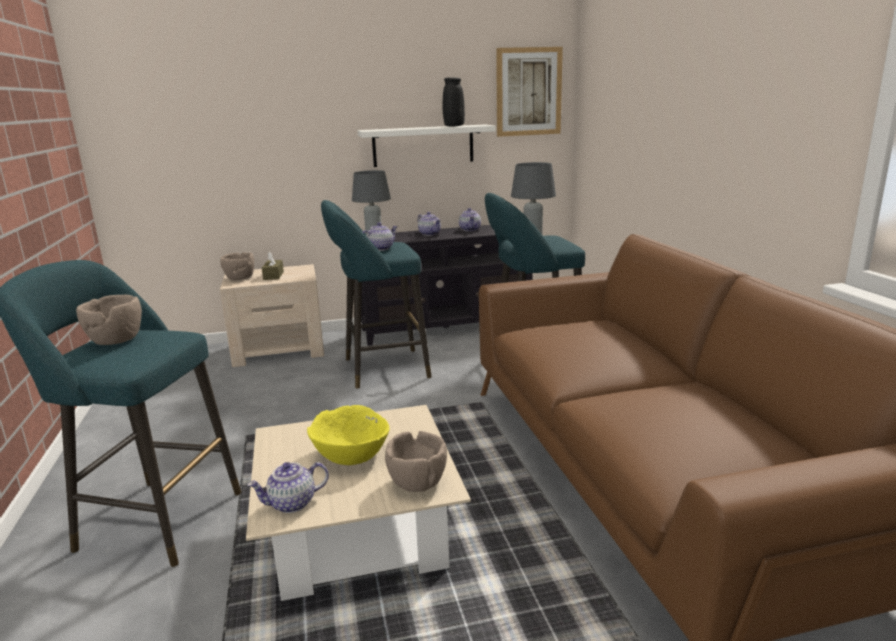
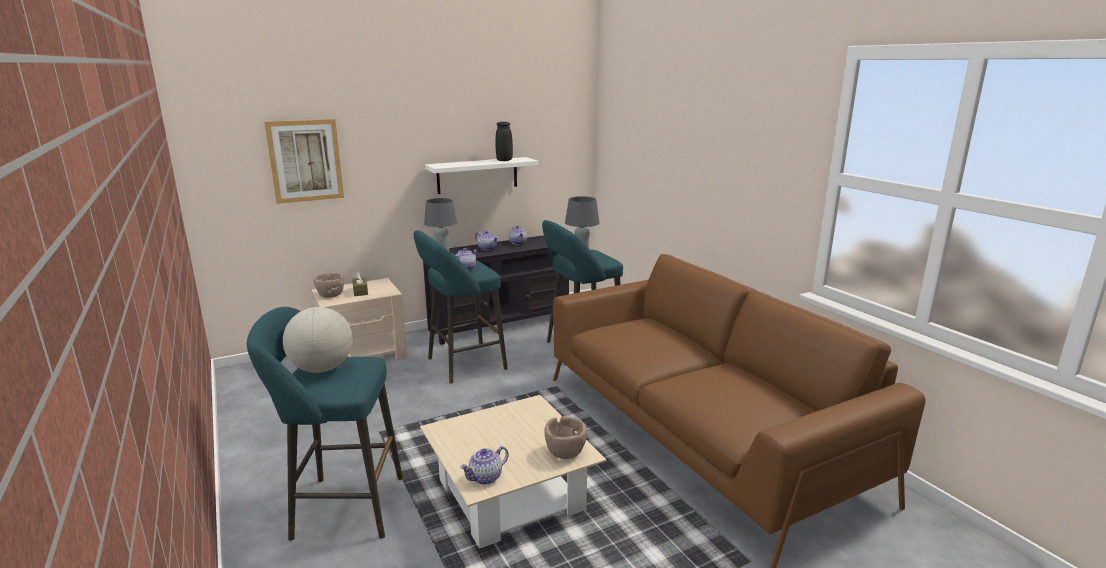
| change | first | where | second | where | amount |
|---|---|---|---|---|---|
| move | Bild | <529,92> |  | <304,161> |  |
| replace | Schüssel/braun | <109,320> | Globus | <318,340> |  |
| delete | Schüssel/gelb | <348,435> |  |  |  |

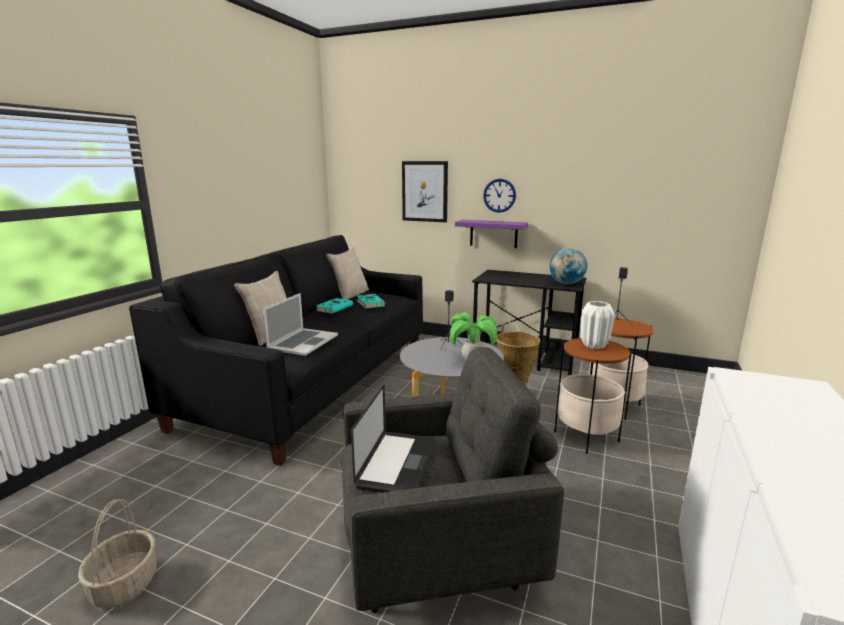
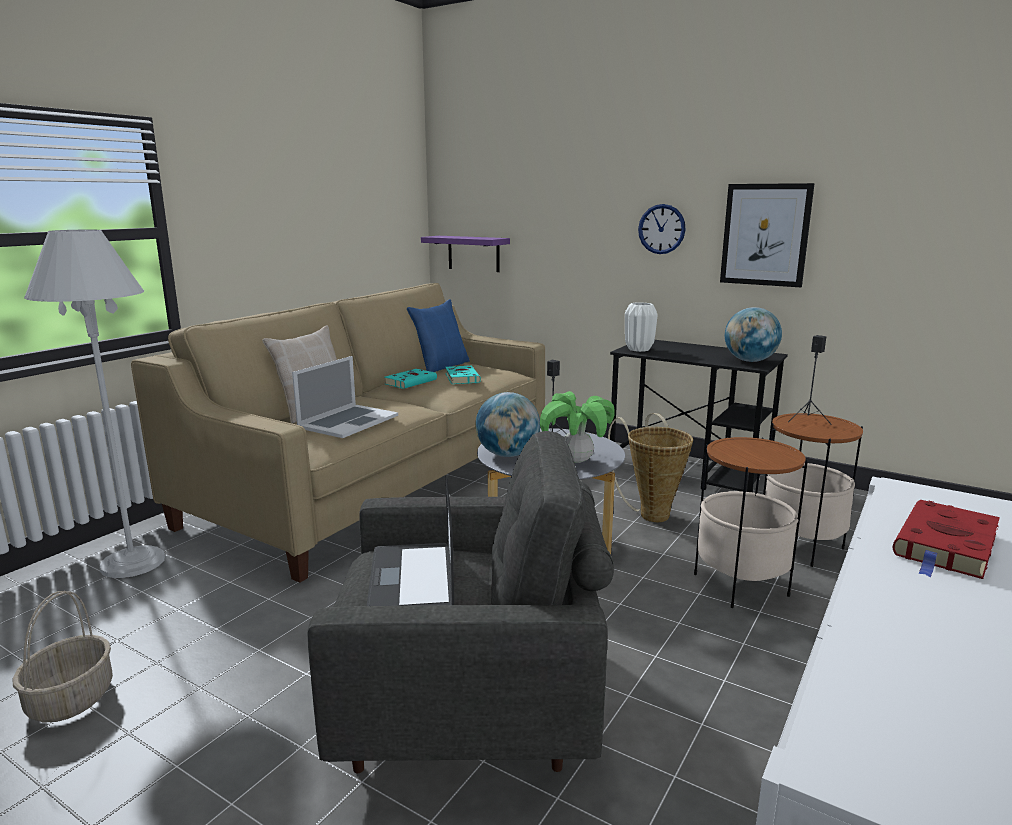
| change | first | where | second | where | amount |
|---|---|---|---|---|---|
| insert |  |  | Stehlampe/weiß | <94,404> |  |
| recolor | Sofa/schwarz | <276,350> | Sofa/beige | <338,433> |  |
| rotate | Laptop | <393,439> |  | <410,541> | 150 degrees clockwise |
| recolor | Kissen/beige | <347,273> | Kissen/blau | <438,335> |  |
| move | Wandregal/lila | <491,234> |  | <465,254> |  |
| insert |  |  | Globus | <507,424> |  |
| move | Vase/weiß | <597,325> |  | <641,327> |  |
| move | Bild | <425,191> |  | <767,235> |  |
| insert |  |  | Buch/rot | <946,539> |  |

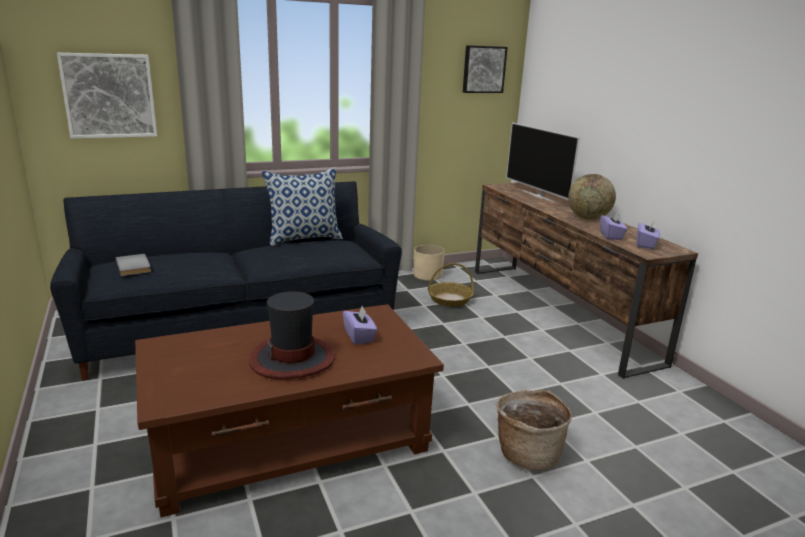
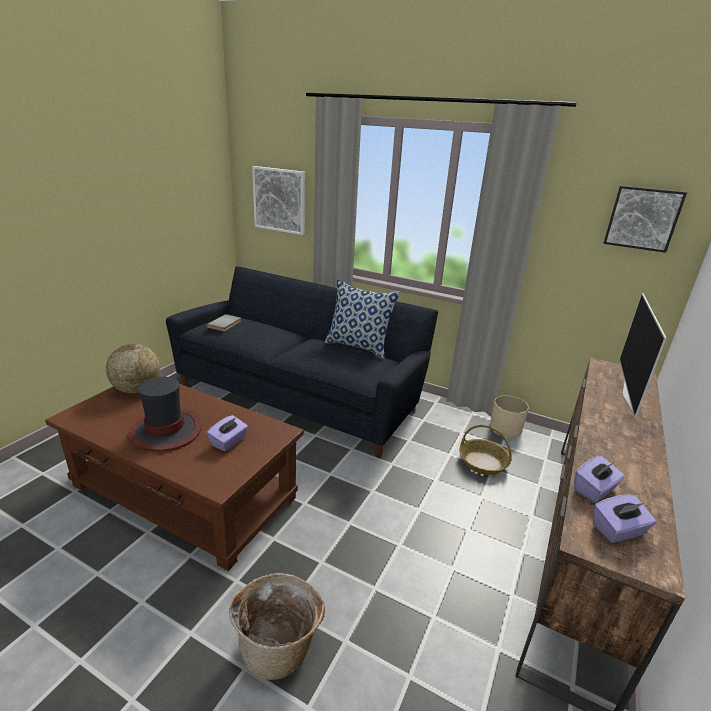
| change | first | where | second | where | amount |
|---|---|---|---|---|---|
| move | Globus | <592,197> |  | <133,368> |  |

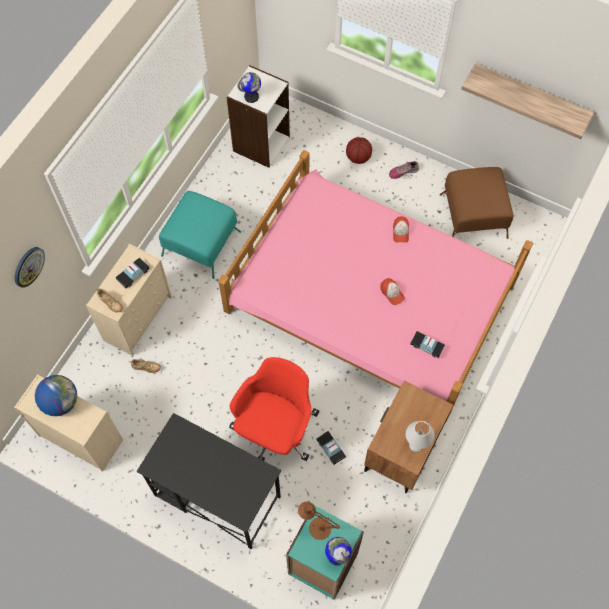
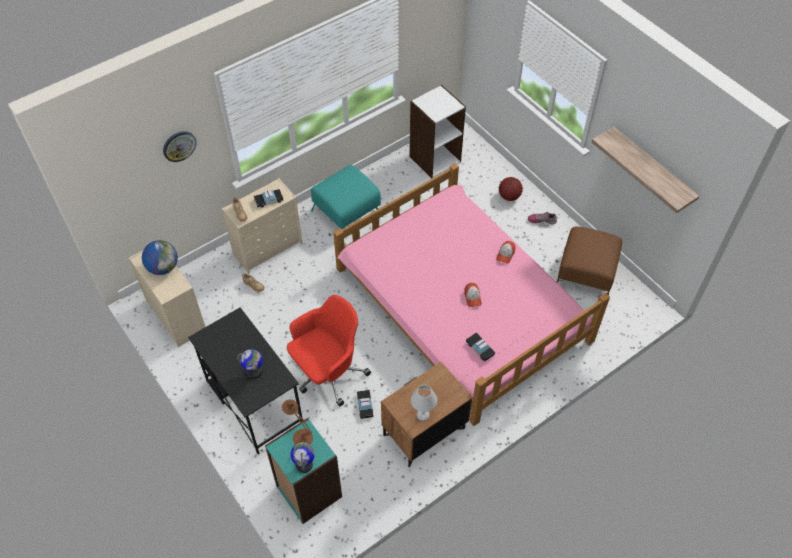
| change | first | where | second | where | amount |
|---|---|---|---|---|---|
| move | Globus | <249,87> |  | <250,363> |  |

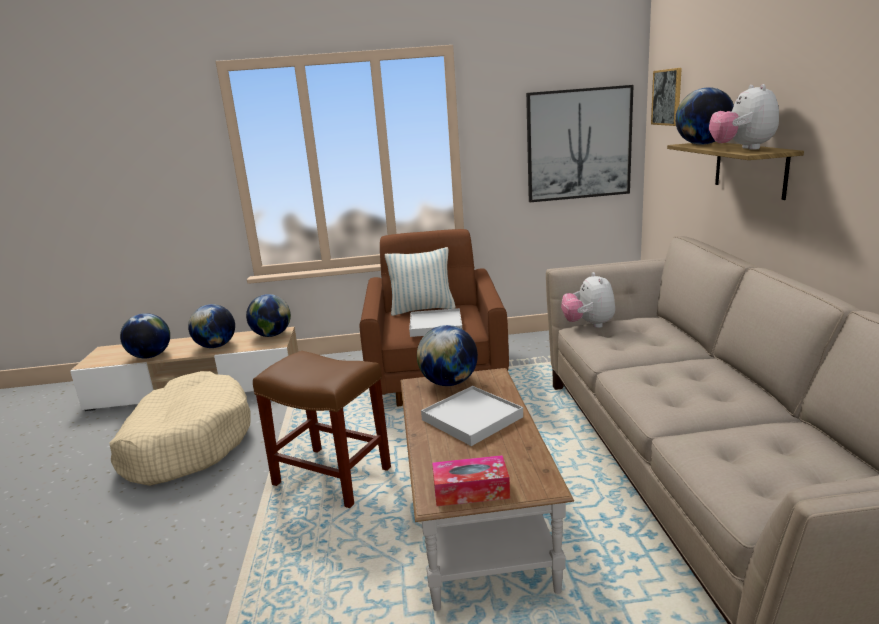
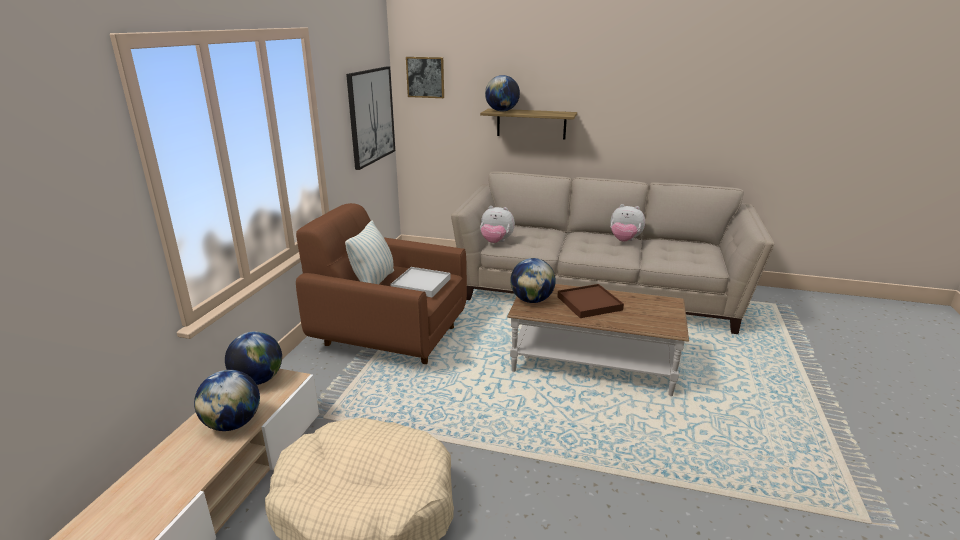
| change | first | where | second | where | amount |
|---|---|---|---|---|---|
| recolor | Tablett/weiß | <472,416> | Tablett/braun | <591,301> |  |
| move | Plüschtier | <744,117> |  | <627,223> |  |
| delete | Globus | <145,335> |  |  |  |
| delete | Hocker/braun | <322,429> |  |  |  |
| delete | Taschentuchbox | <471,480> |  |  |  |

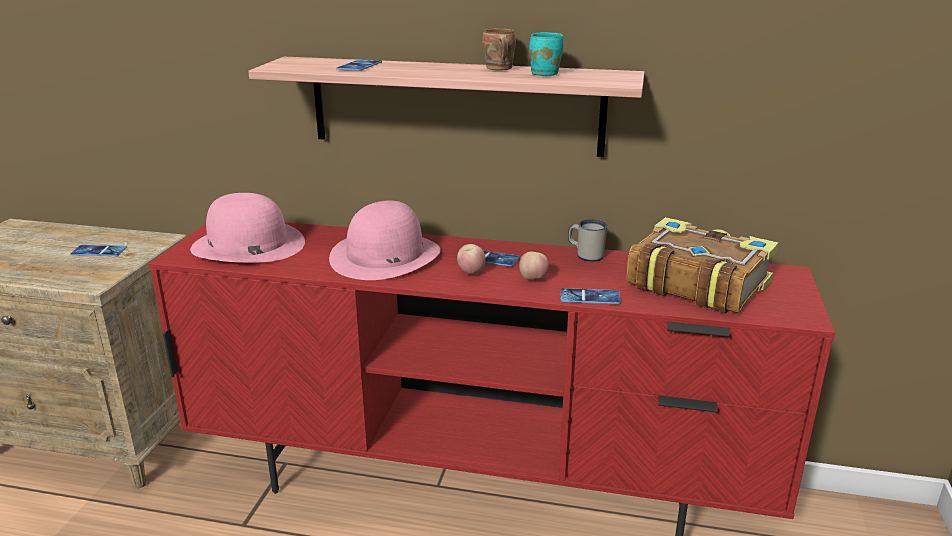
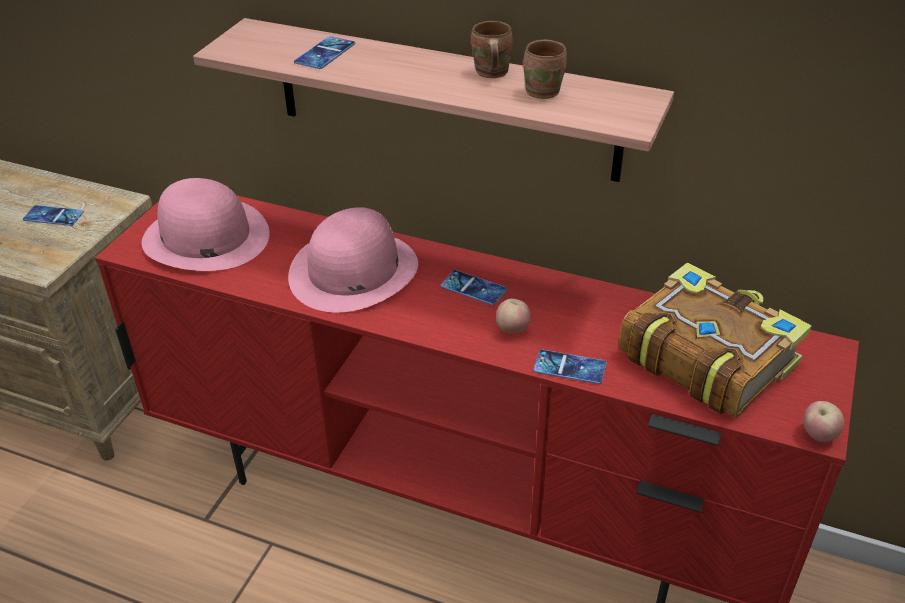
| change | first | where | second | where | amount |
|---|---|---|---|---|---|
| recolor | Henkelbecher/türkis | <546,54> | Henkelbecher/braun | <545,69> |  |
| move | Apfel | <471,259> |  | <823,421> |  |
| delete | Henkelbecher/weiß | <587,240> |  |  |  |

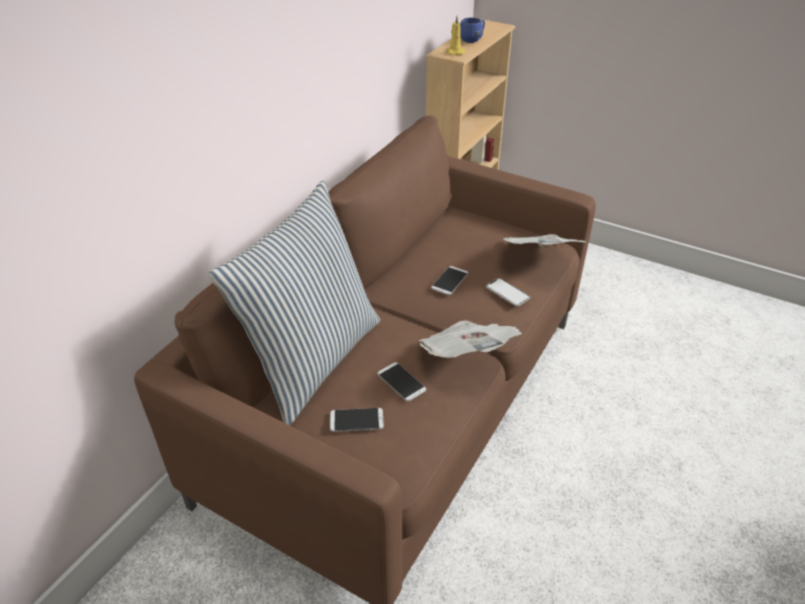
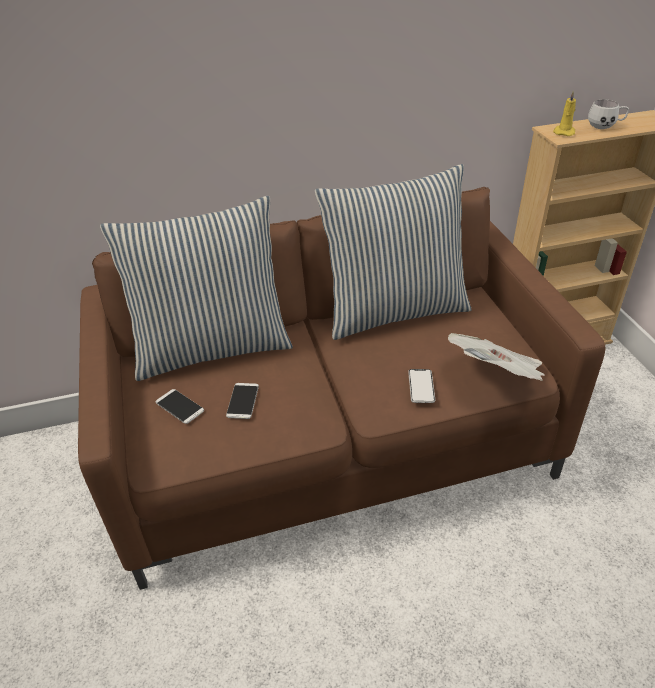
| change | first | where | second | where | amount |
|---|---|---|---|---|---|
| insert |  |  | Kissen | <393,252> |  |
| recolor | Henkelbecher/blau | <472,30> | Henkelbecher/weiß | <608,114> |  |
| delete | Zeitung | <470,339> |  |  |  |
| delete | Handy | <449,280> |  |  |  |

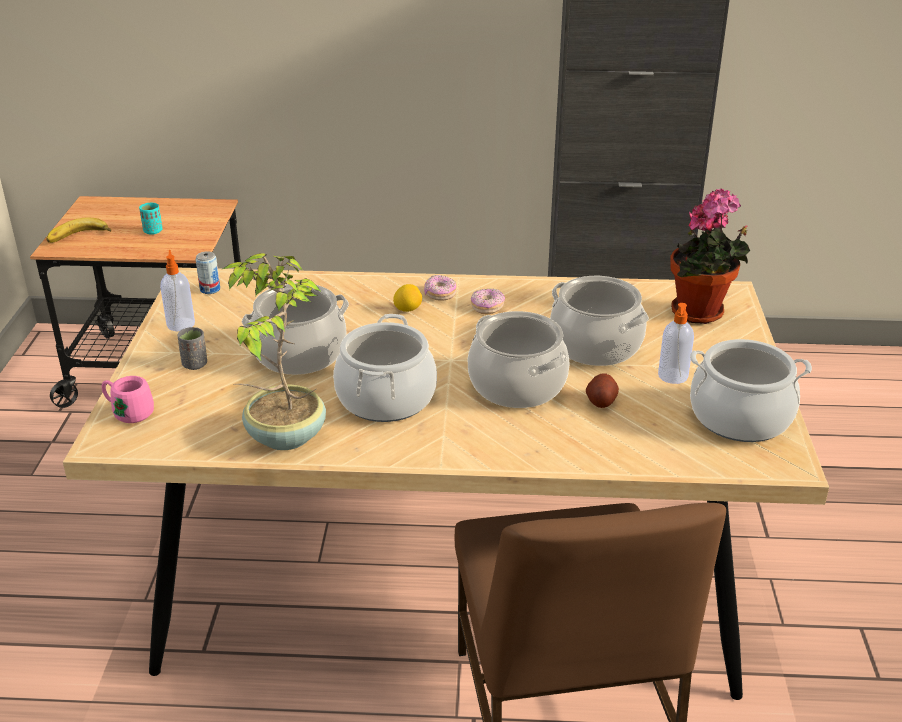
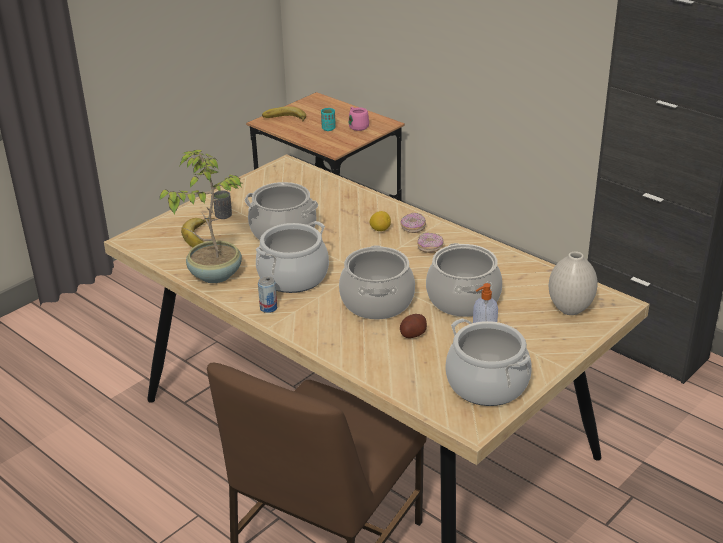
| change | first | where | second | where | amount |
|---|---|---|---|---|---|
| insert |  |  | Banane | <198,232> |  |
| move | Dose | <207,272> |  | <267,294> |  |
| move | Henkelbecher/rosa | <128,399> |  | <358,119> |  |
| replace | Topfpflanze | <710,256> | Vase/weiß | <573,283> |  |
| delete | Seifenspender | <177,290> |  |  |  |

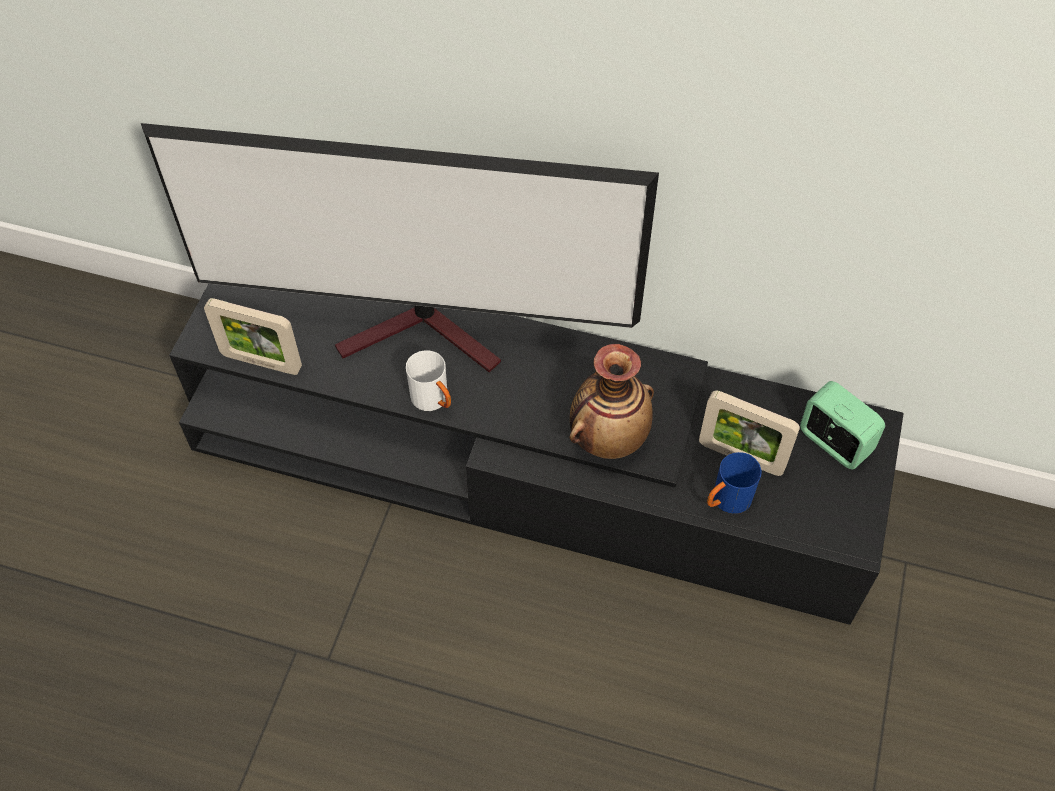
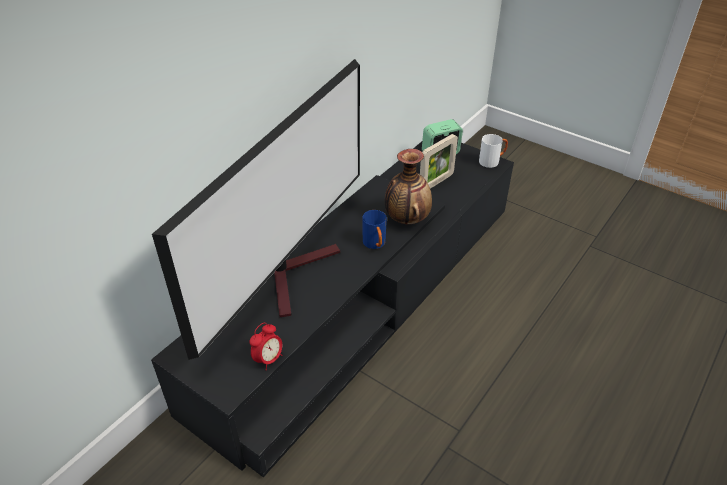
| change | first | where | second | where | amount |
|---|---|---|---|---|---|
| replace | Bilderrahmen | <253,336> | Wecker | <265,346> |  |
| move | Henkelbecher/blau | <734,483> |  | <374,229> |  |
| move | Henkelbecher/weiß | <428,380> |  | <493,151> |  |

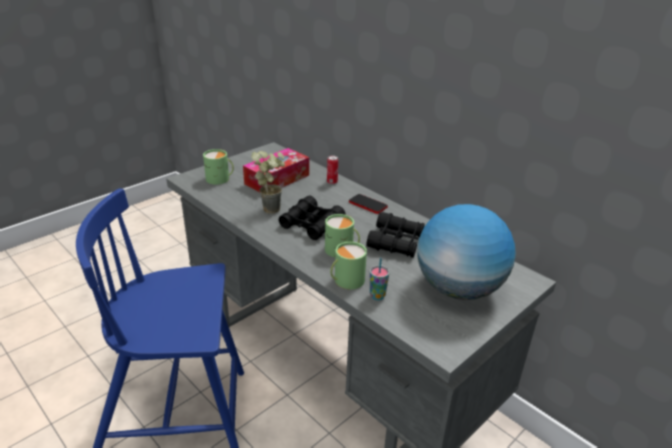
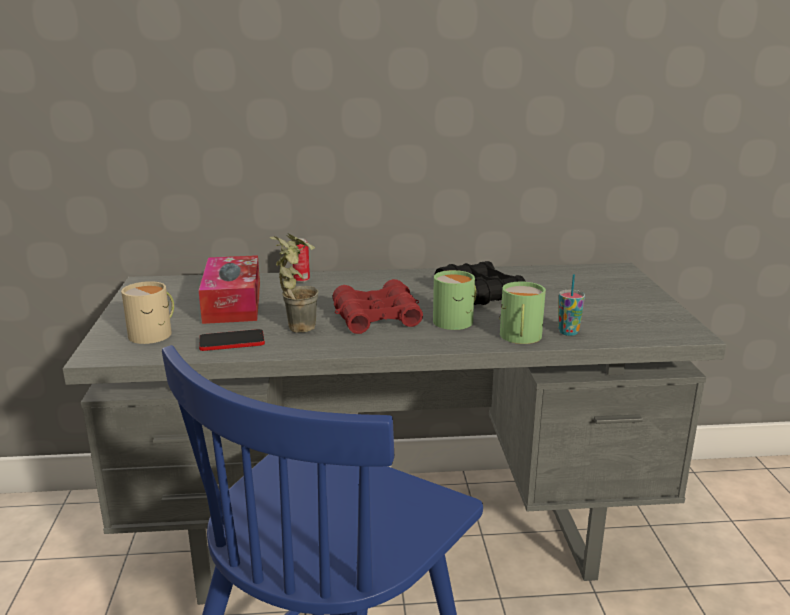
| change | first | where | second | where | amount |
|---|---|---|---|---|---|
| recolor | Henkelbecher/grün | <218,167> | Henkelbecher/beige | <147,312> |  |
| move | Handy | <368,204> |  | <232,340> |  |
| recolor | Fernglas/schwarz | <312,217> | Fernglas/rot | <378,306> |  |
| delete | Globus | <466,252> |  |  |  |

